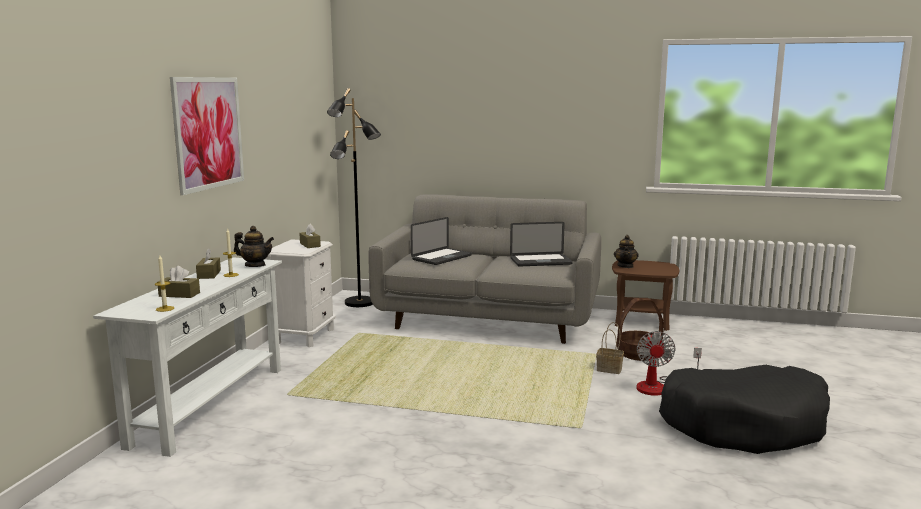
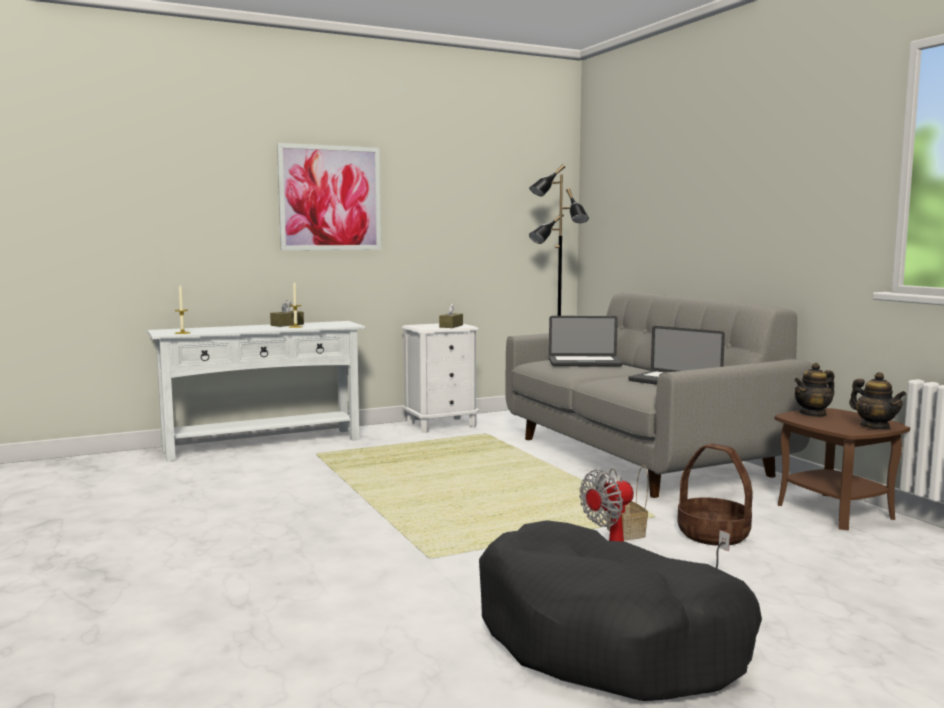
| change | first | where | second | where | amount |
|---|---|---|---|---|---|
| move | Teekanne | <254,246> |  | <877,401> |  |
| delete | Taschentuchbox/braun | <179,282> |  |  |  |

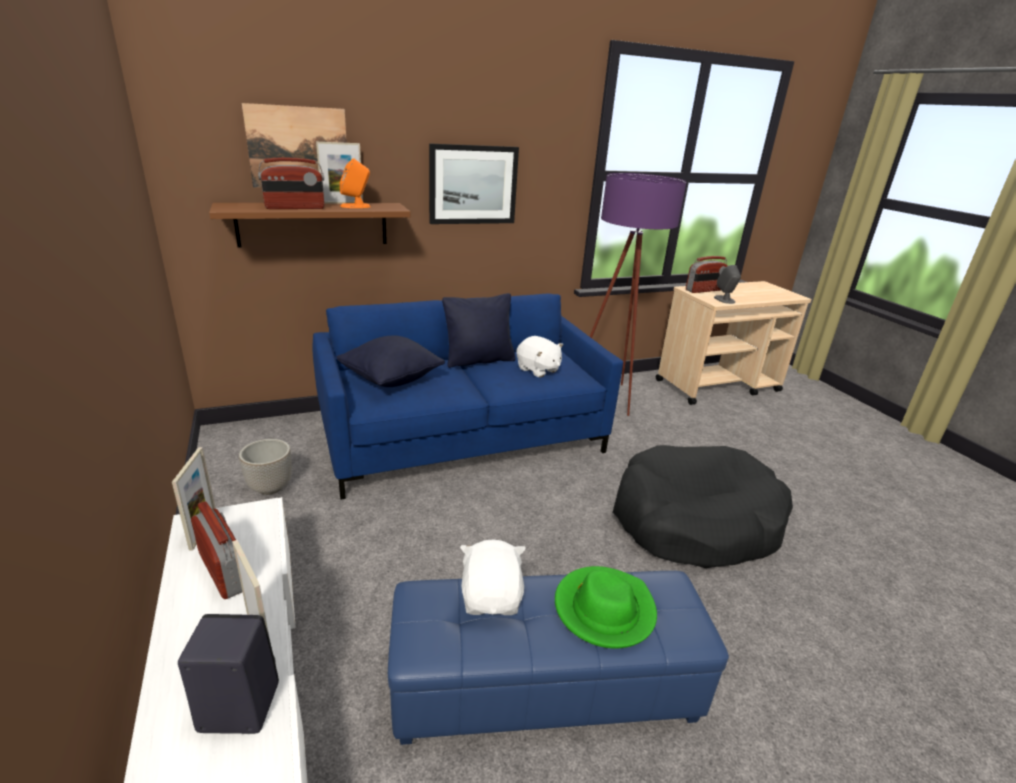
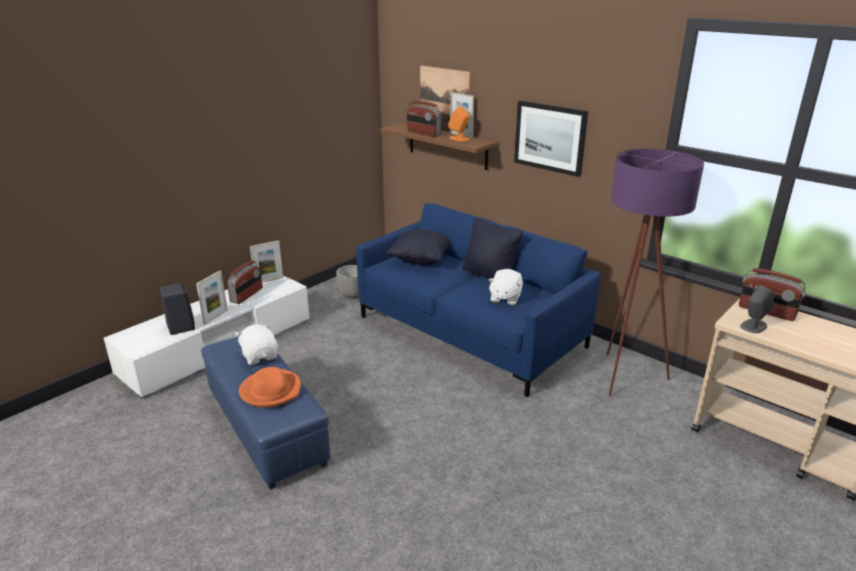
| change | first | where | second | where | amount |
|---|---|---|---|---|---|
| rotate | Plüschtier/weiß | <493,577> |  | <256,344> | 90 degrees counterclockwise |
| recolor | Hut/grün | <606,607> | Hut/orange | <270,387> |  |
| delete | Hundebett/schwarz | <703,506> |  |  |  |

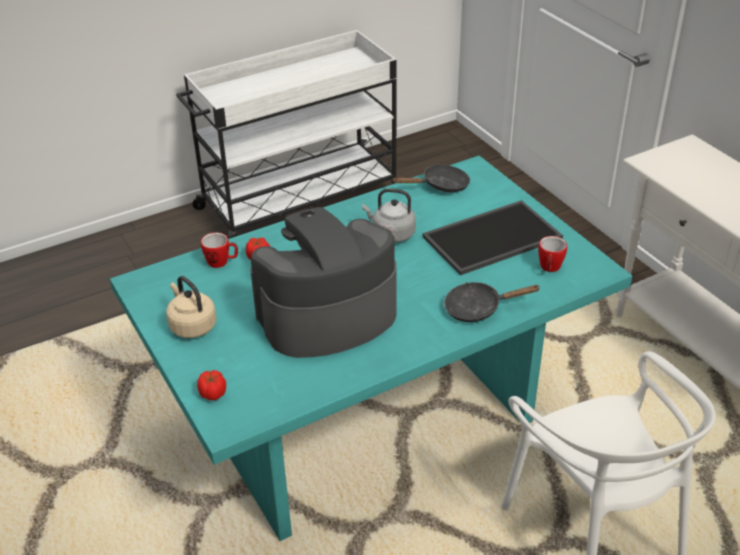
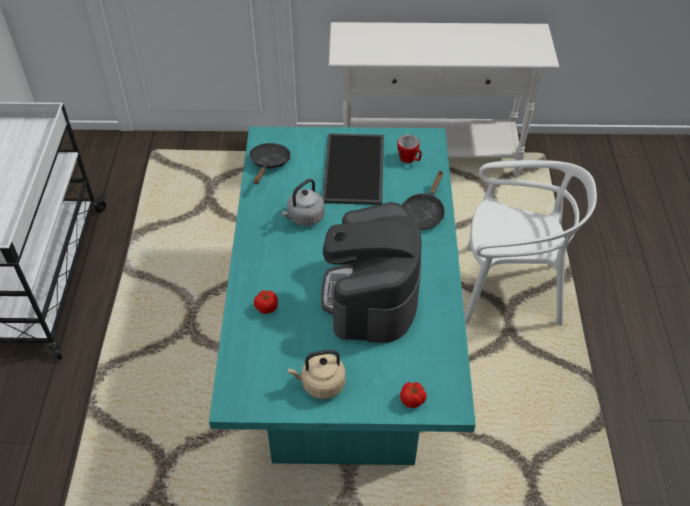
| change | first | where | second | where | amount |
|---|---|---|---|---|---|
| delete | Henkelbecher | <219,250> |  |  |  |

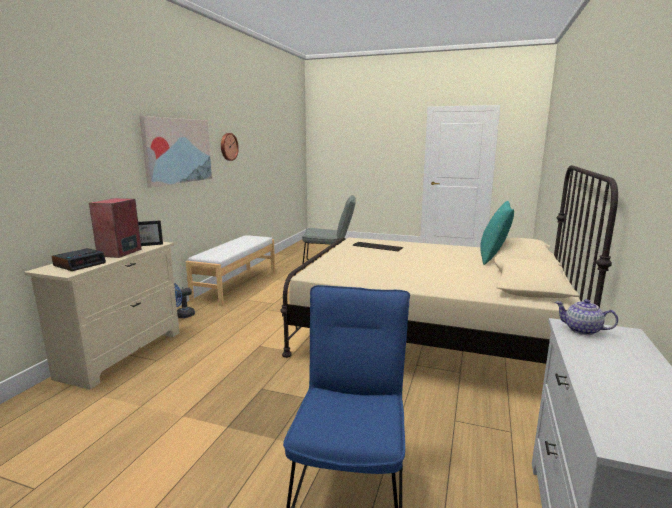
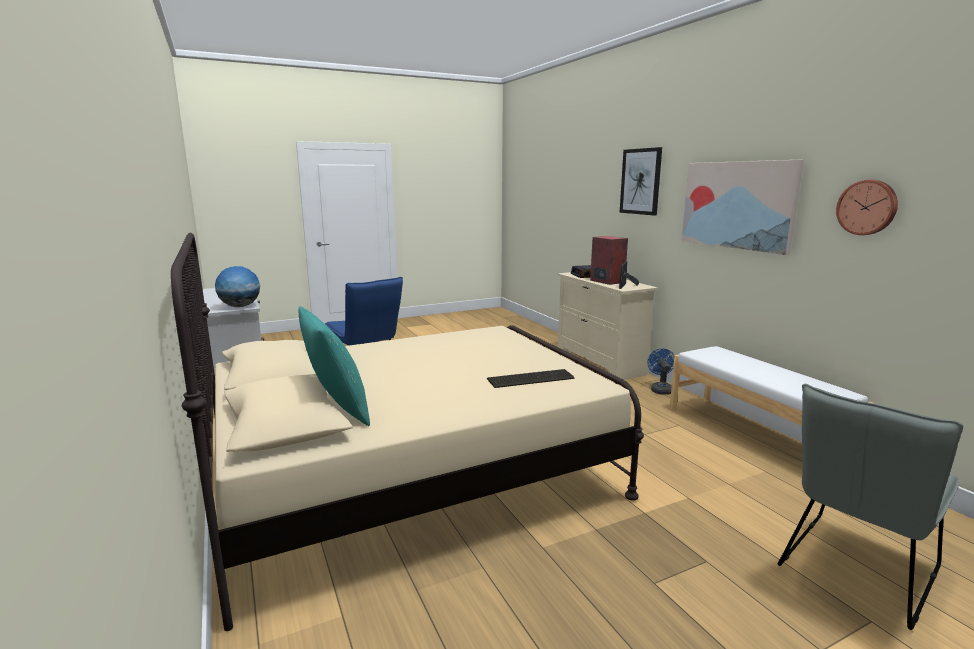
| change | first | where | second | where | amount |
|---|---|---|---|---|---|
| replace | Teekanne | <586,317> | Globus | <237,286> |  |
| insert |  |  | Bild | <641,181> |  |

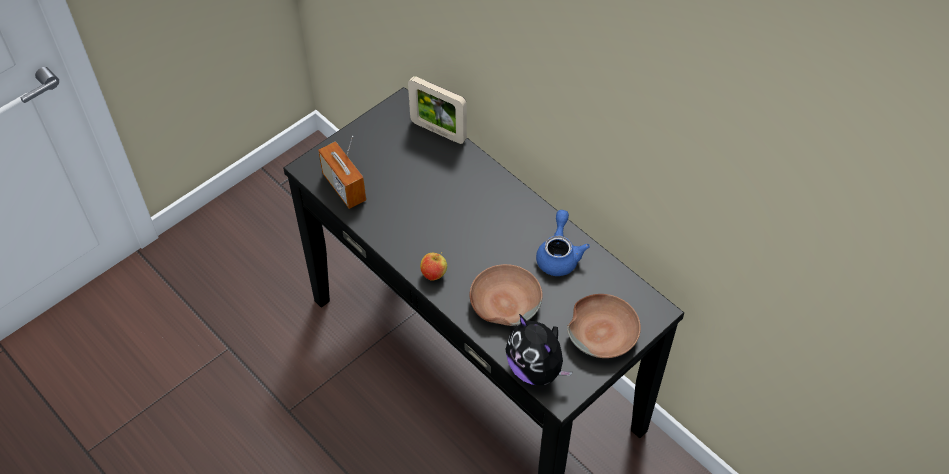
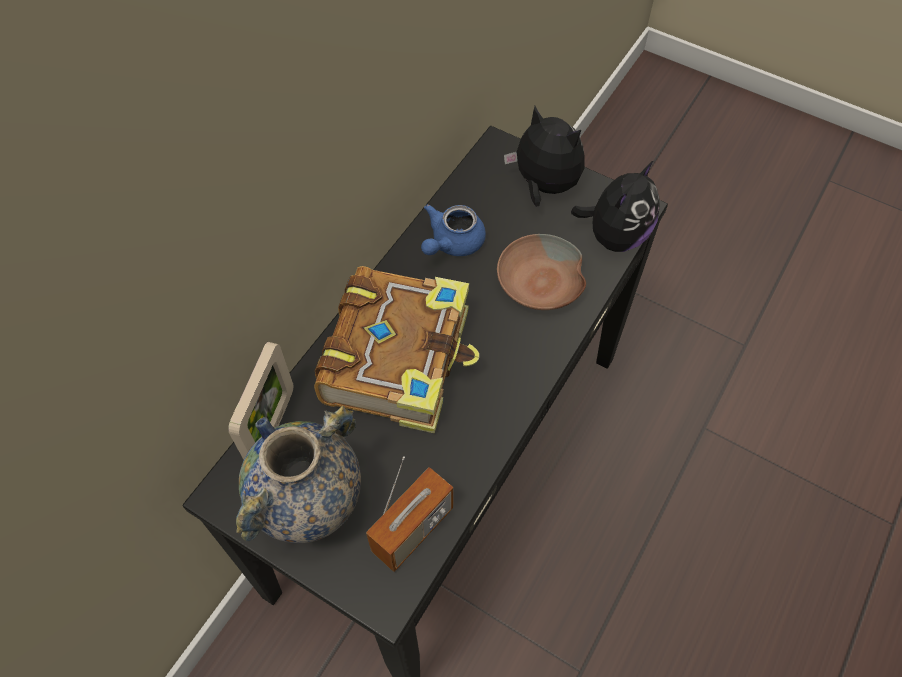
| change | first | where | second | where | amount |
|---|---|---|---|---|---|
| insert |  |  | Vase | <298,474> |  |
| insert |  |  | Buch | <396,350> |  |
| rotate | Teekanne/blau | <563,243> |  | <453,230> | 45 degrees counterclockwise |
| replace | Schüssel/braun | <604,326> | Plüschtier | <544,156> |  |
| delete | Apfel | <433,266> |  |  |  |

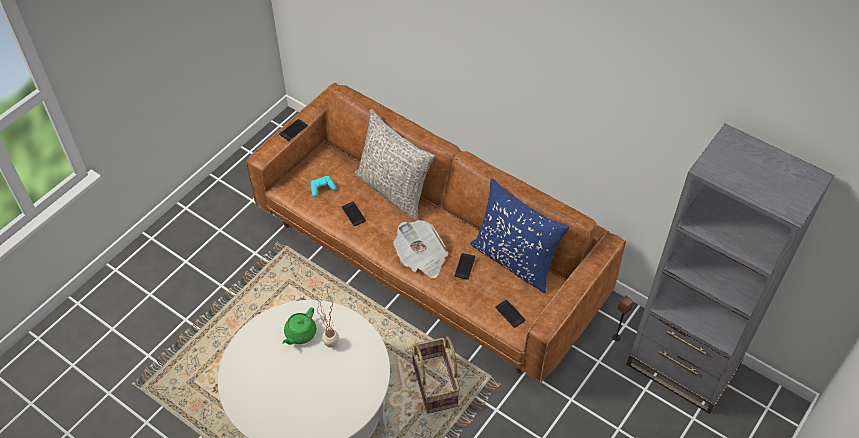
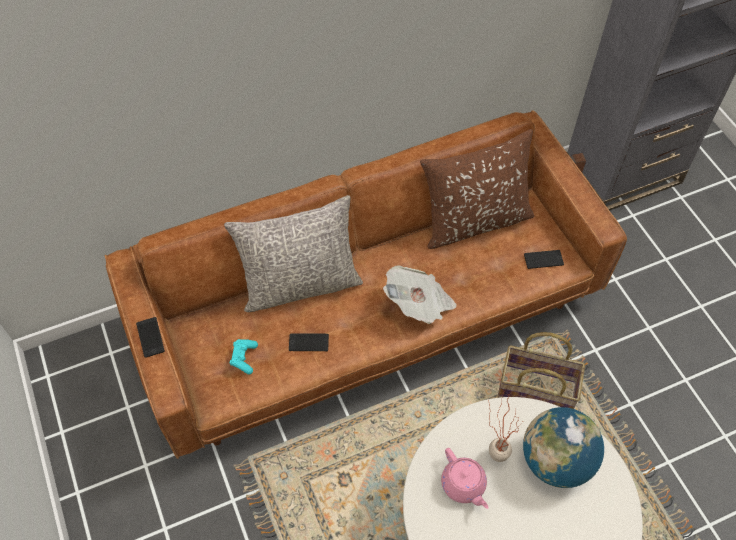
| change | first | where | second | where | amount |
|---|---|---|---|---|---|
| recolor | Kissen/blau | <519,236> | Kissen/braun | <477,189> |  |
| recolor | Teekanne/grün | <299,326> | Teekanne/rosa | <465,478> |  |
| insert |  |  | Globus | <563,447> |  |
| delete | Handy | <465,266> |  |  |  |

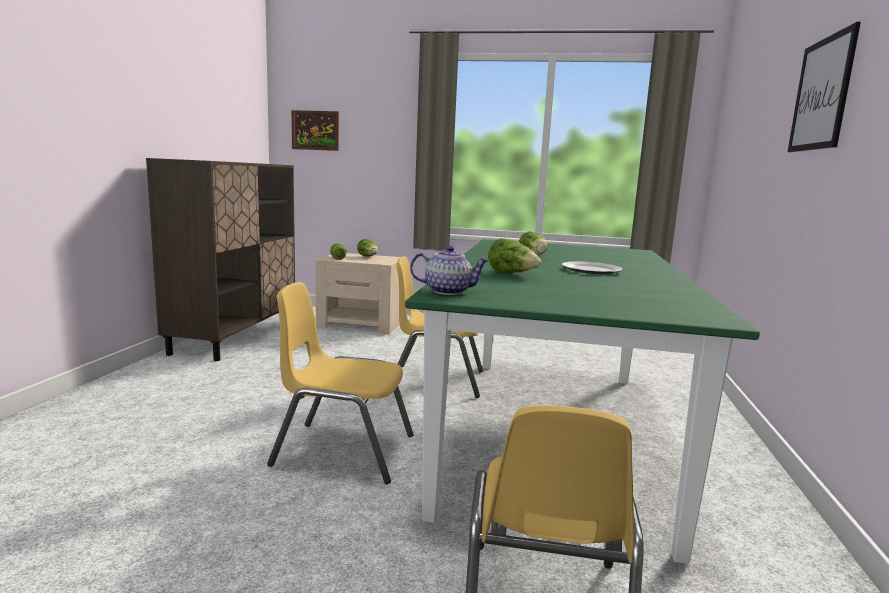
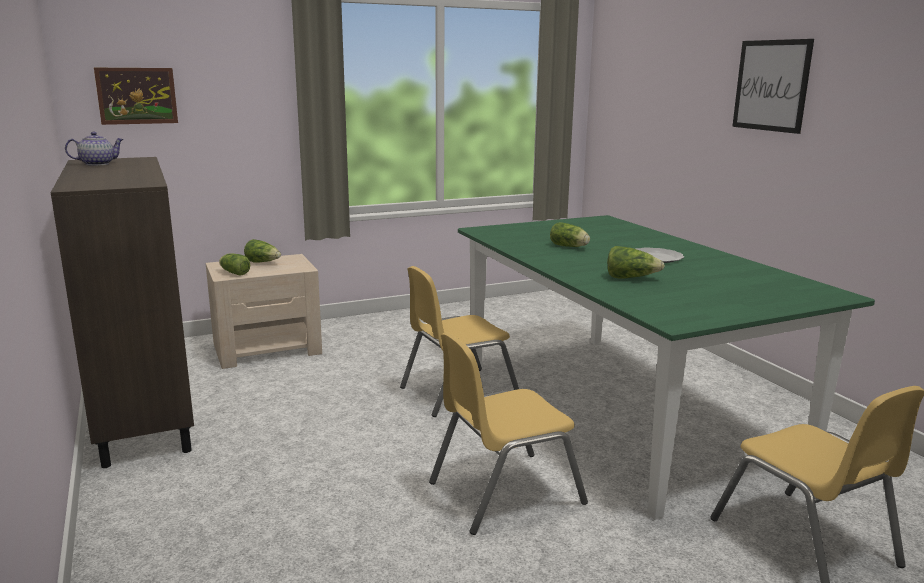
| change | first | where | second | where | amount |
|---|---|---|---|---|---|
| move | Teekanne | <450,270> |  | <94,149> |  |

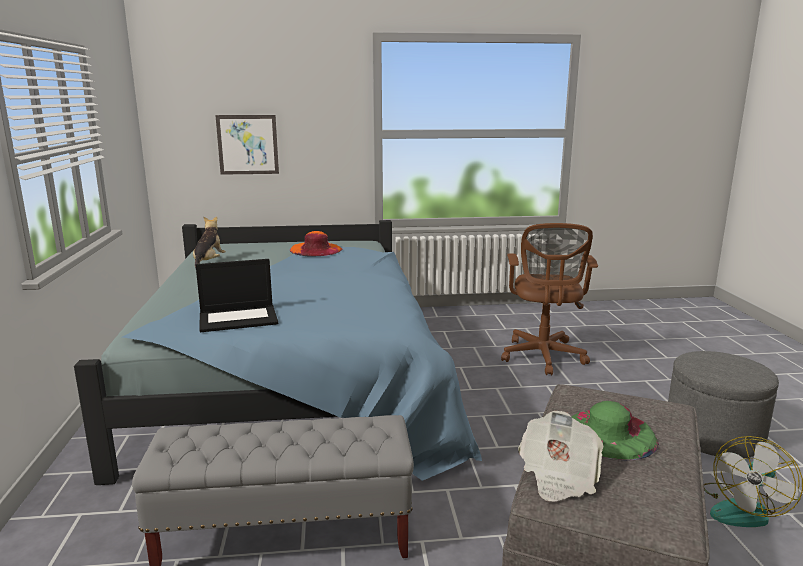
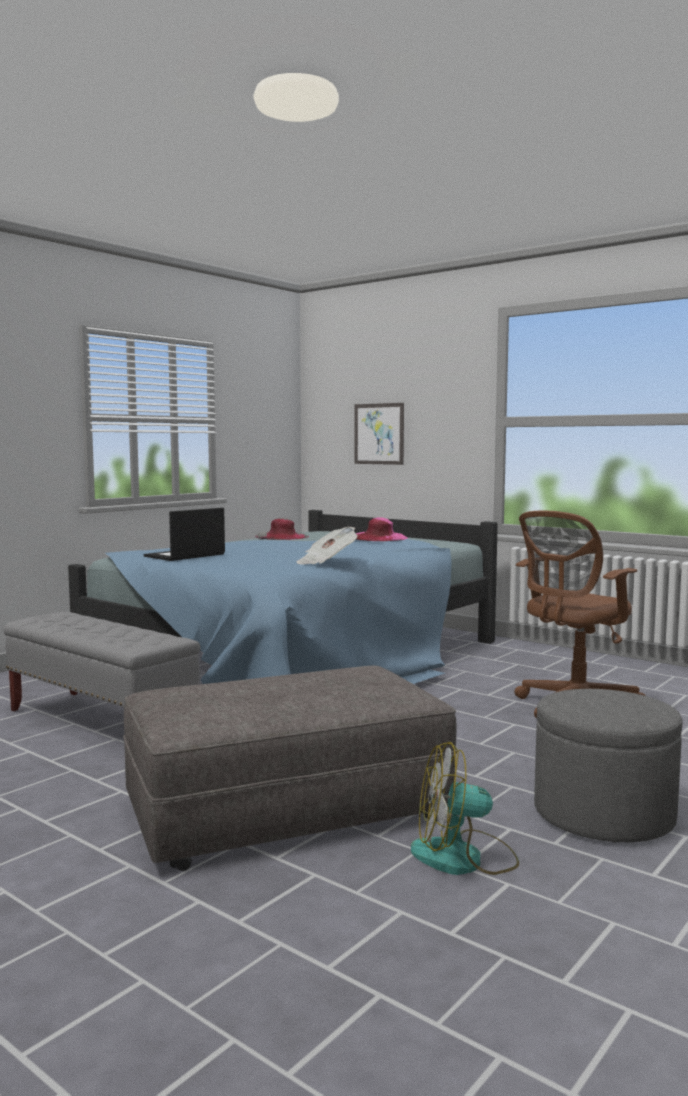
| change | first | where | second | where | amount |
|---|---|---|---|---|---|
| rotate | Laptop | <237,295> |  | <184,534> | 105 degrees clockwise |
| replace | Plüschtier | <209,243> | Hut/grau | <282,528> |  |
| move | Zeitung | <561,456> |  | <327,546> |  |
| recolor | Hut/orange | <316,244> | Hut/rosa | <381,529> |  |
| delete | Hut/grün | <615,430> |  |  |  |

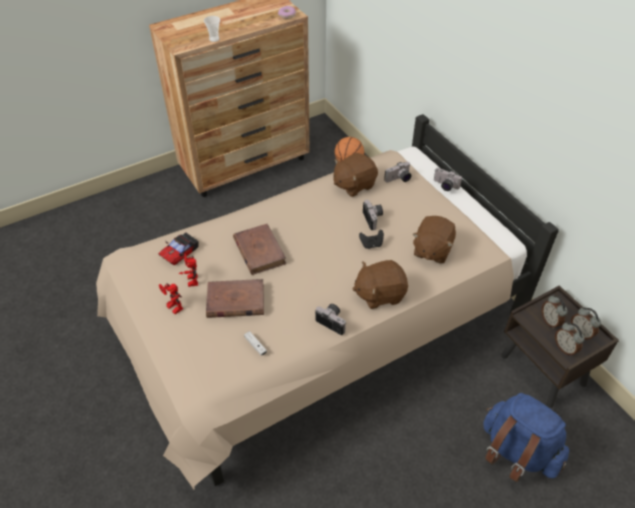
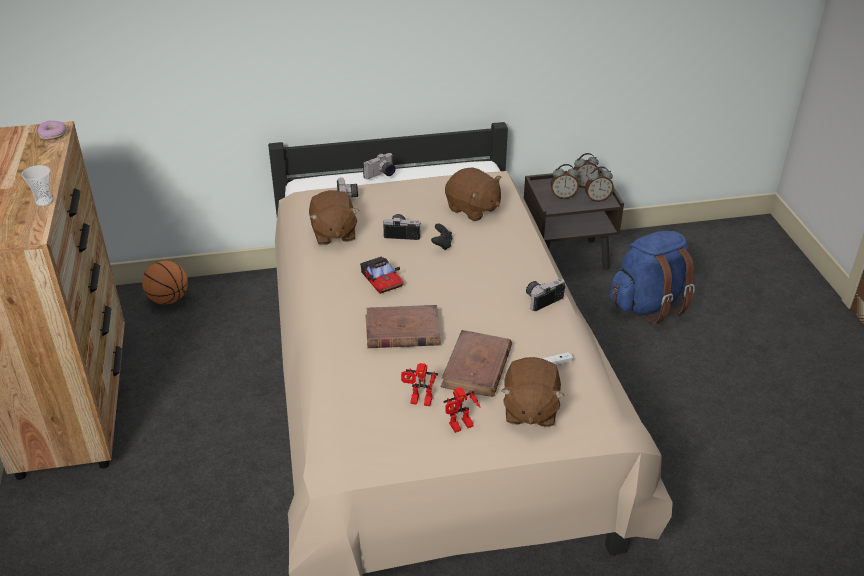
| change | first | where | second | where | amount |
|---|---|---|---|---|---|
| move | Spielzeugauto | <178,249> |  | <382,275> |  |
| move | Plüschtier/braun | <380,284> |  | <533,392> |  |

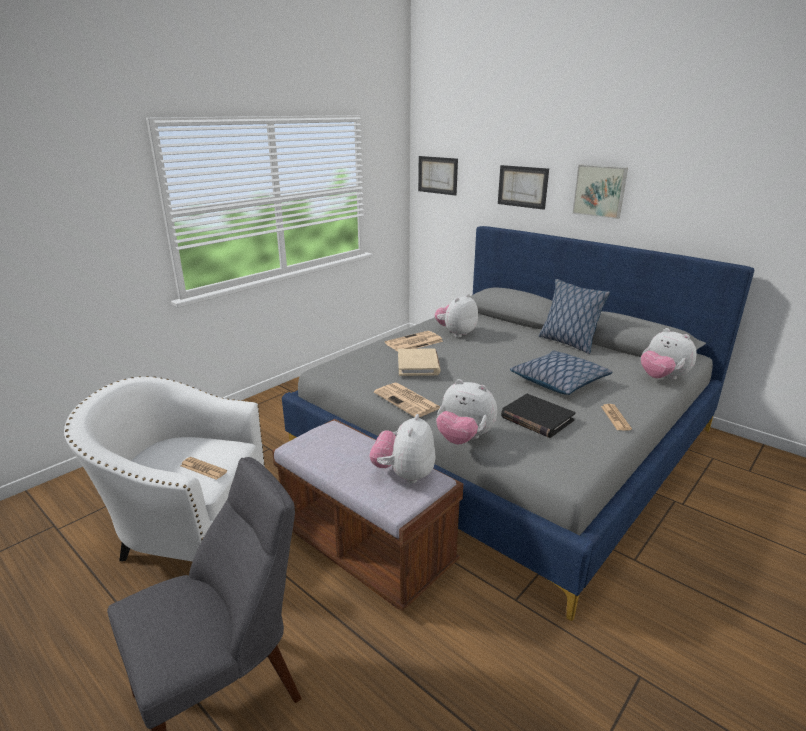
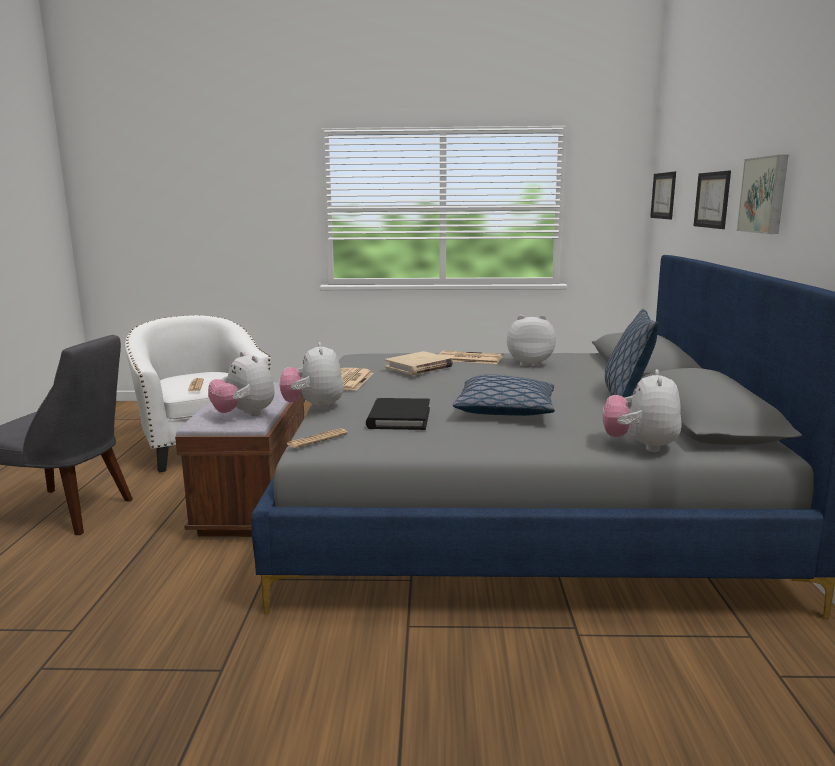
| change | first | where | second | where | amount |
|---|---|---|---|---|---|
| rotate | Plüschtier | <402,449> |  | <241,384> | 105 degrees counterclockwise |
| move | Zeitung | <616,417> |  | <317,438> |  |

